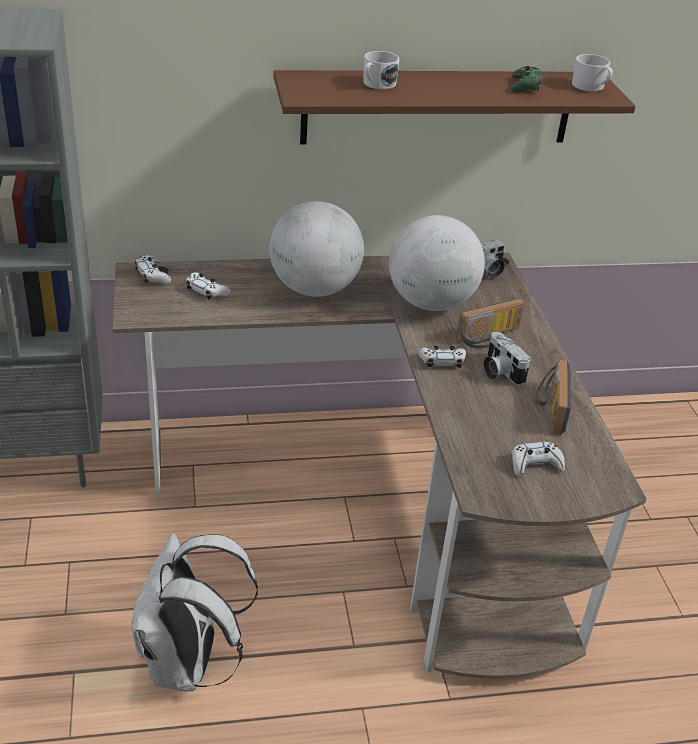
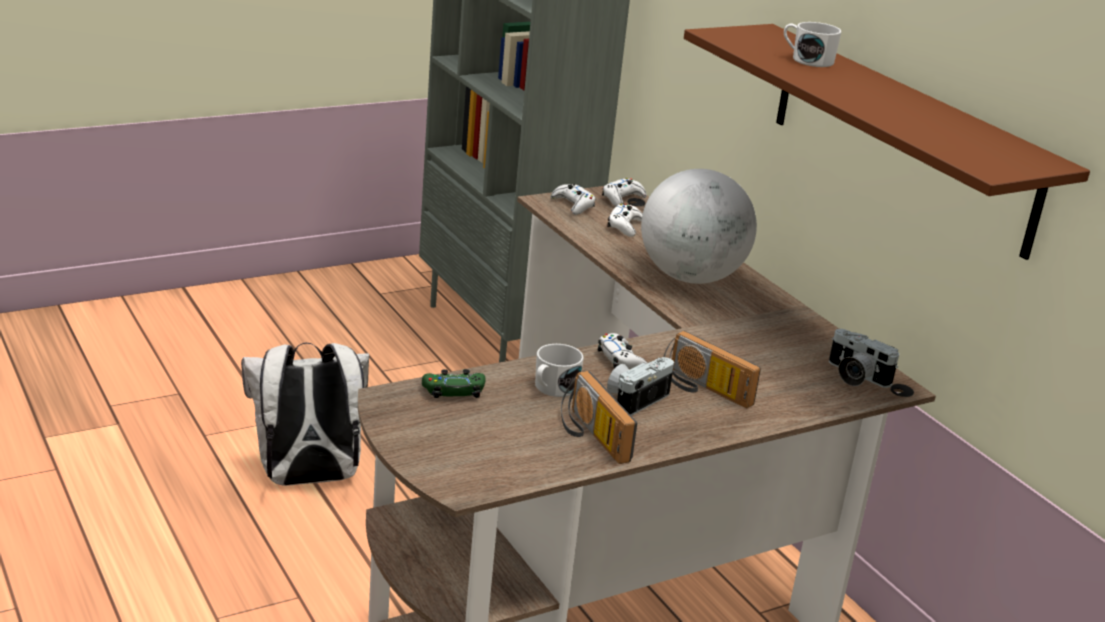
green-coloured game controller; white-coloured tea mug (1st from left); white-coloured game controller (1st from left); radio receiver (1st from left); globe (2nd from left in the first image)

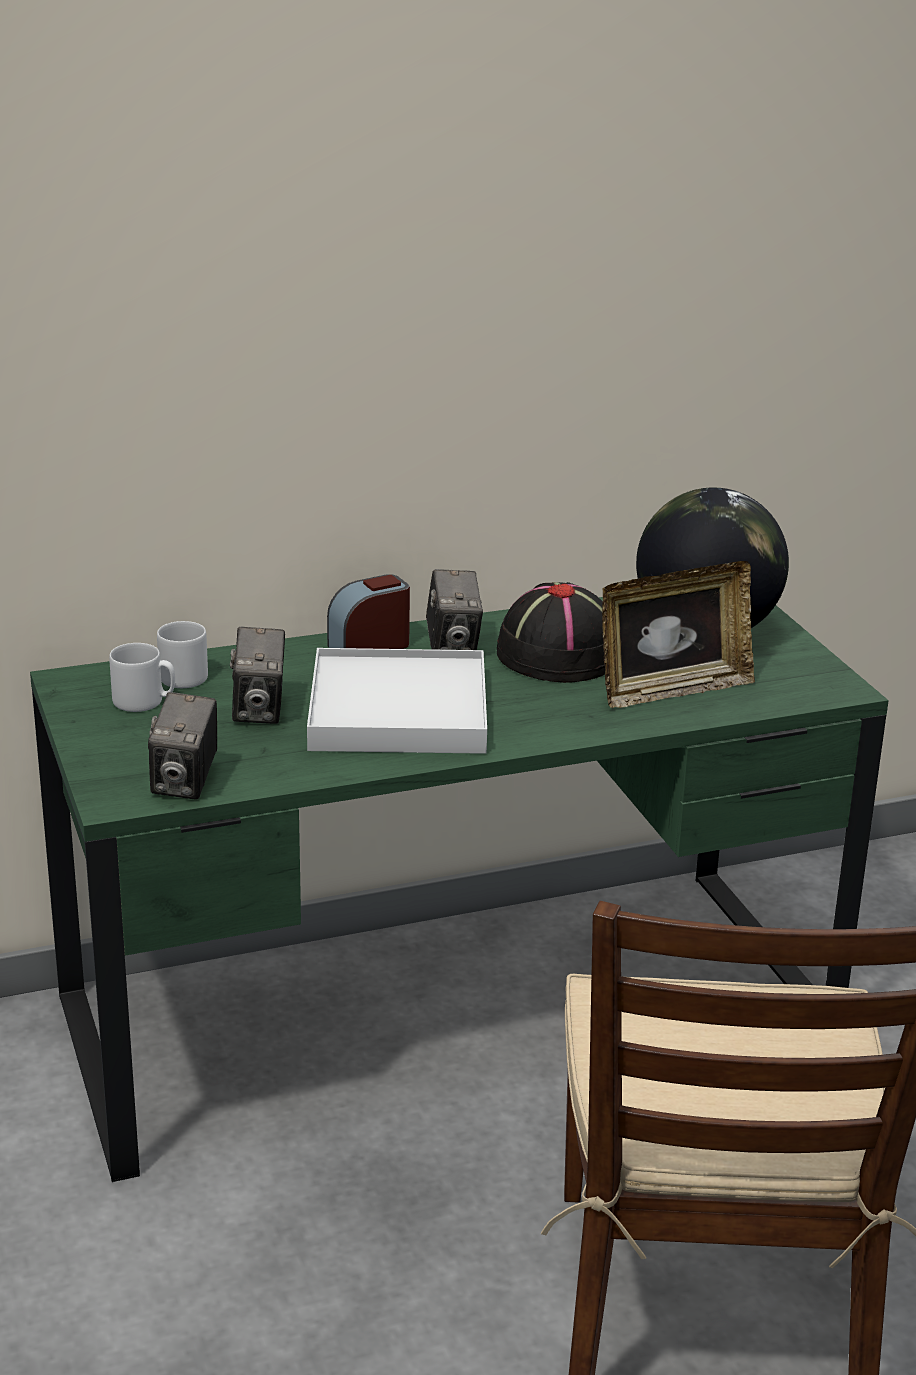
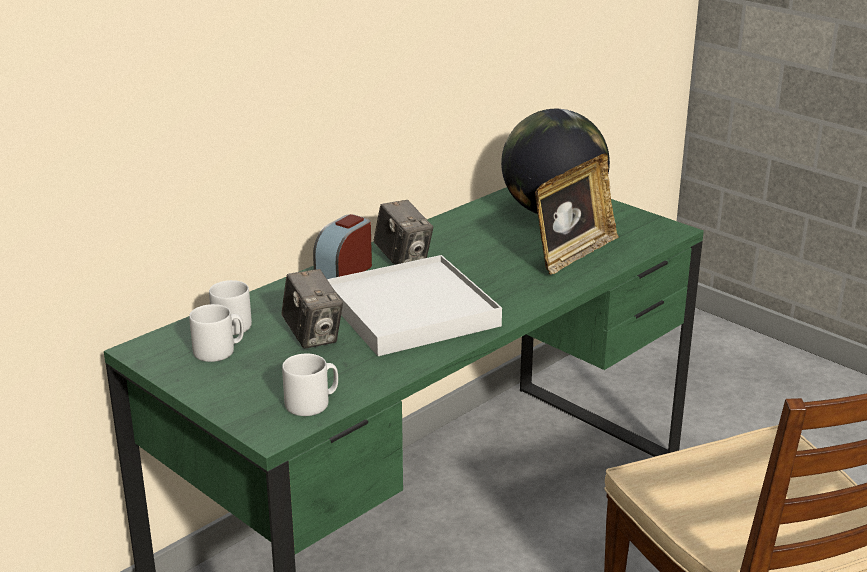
greyish tea mug (3rd from left); blackish hat

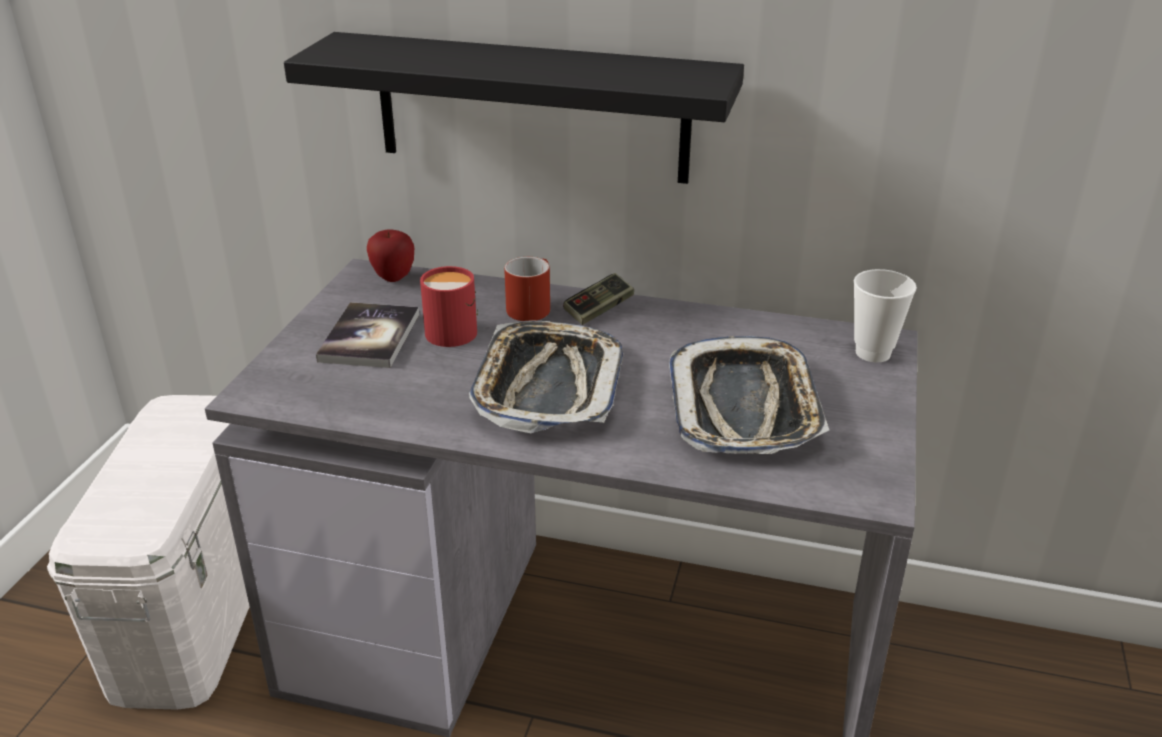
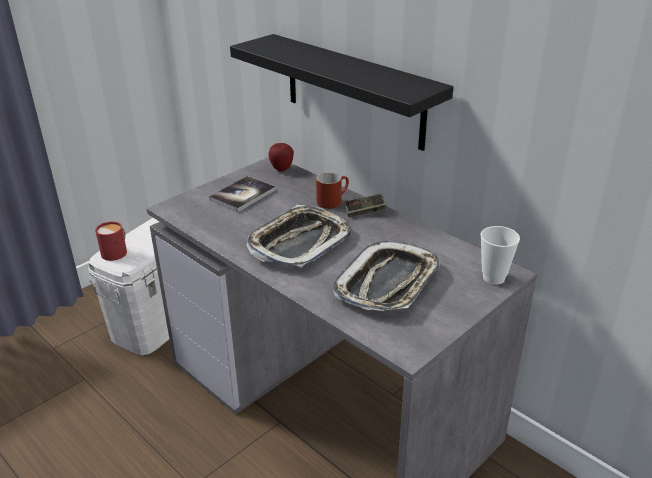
red tea mug (1st from left)

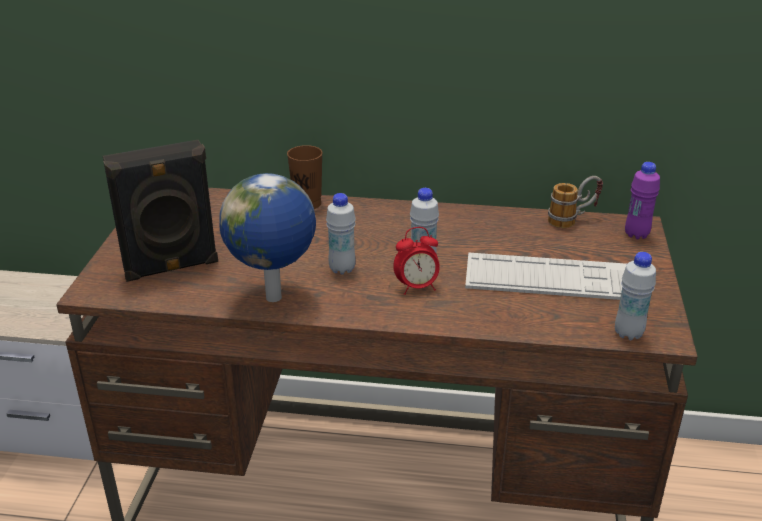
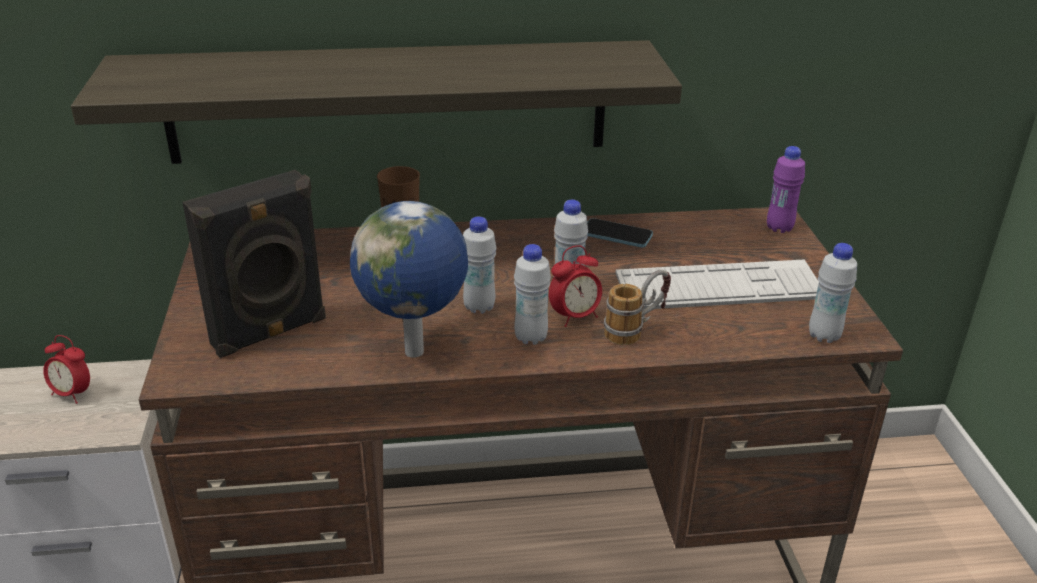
bedside clock (1st from left); bracket shelf; white-coloured bottle (2nd from left); telephone; tea mug

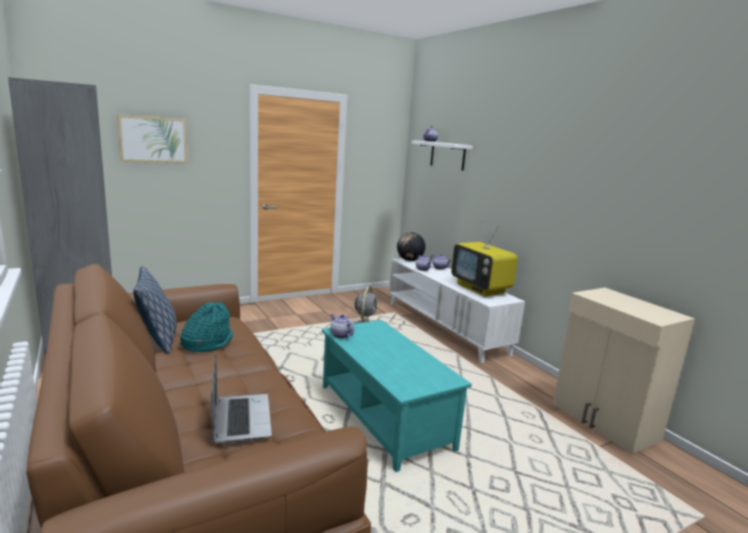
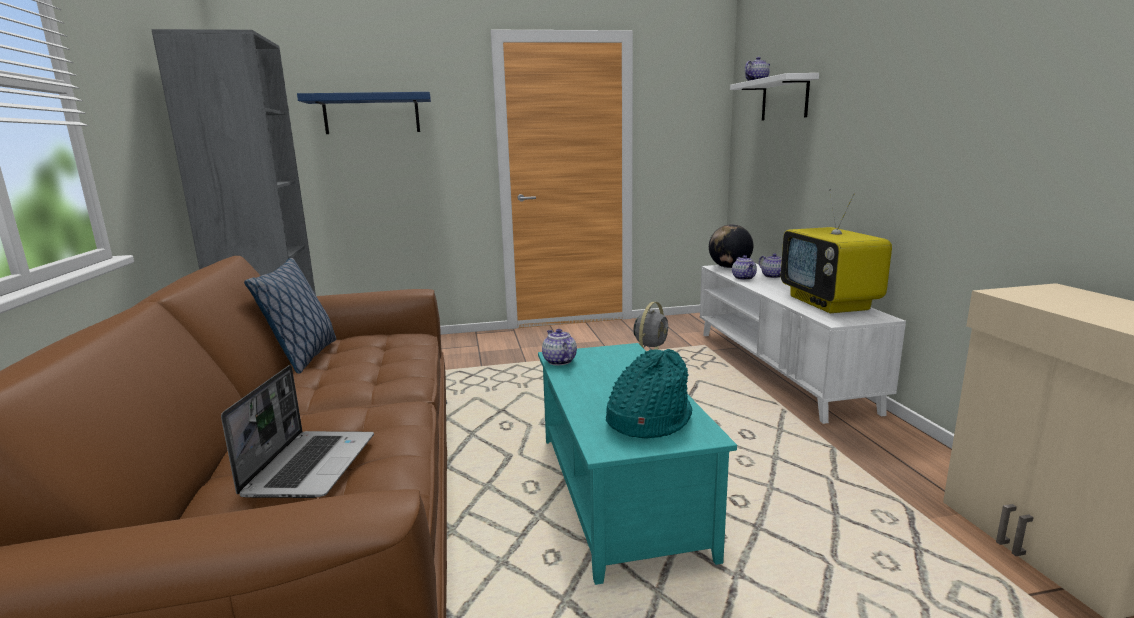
blue-coloured bracket shelf; blue-green hat

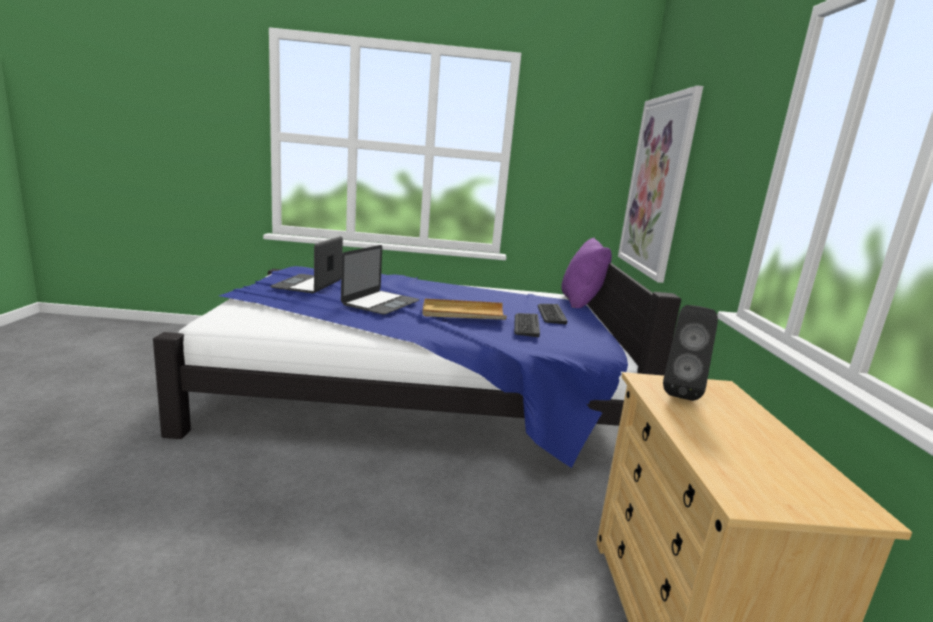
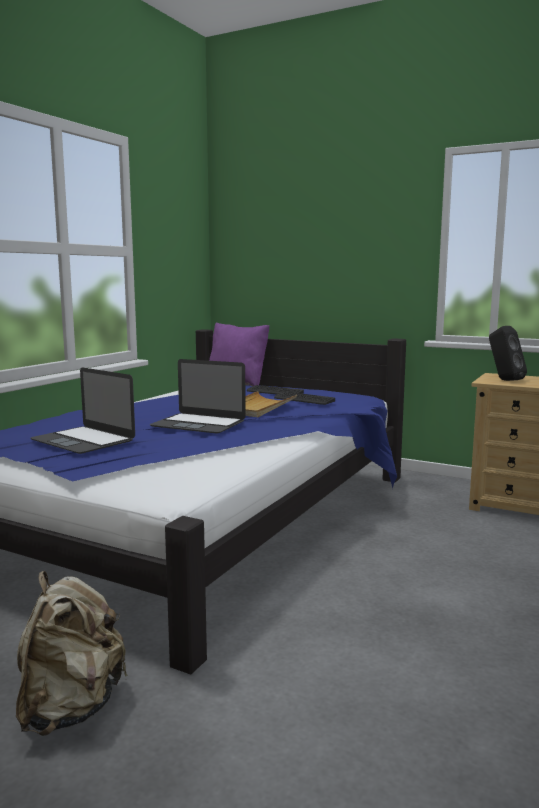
sand-coloured knapsack; laptop (2nd from left); wall art

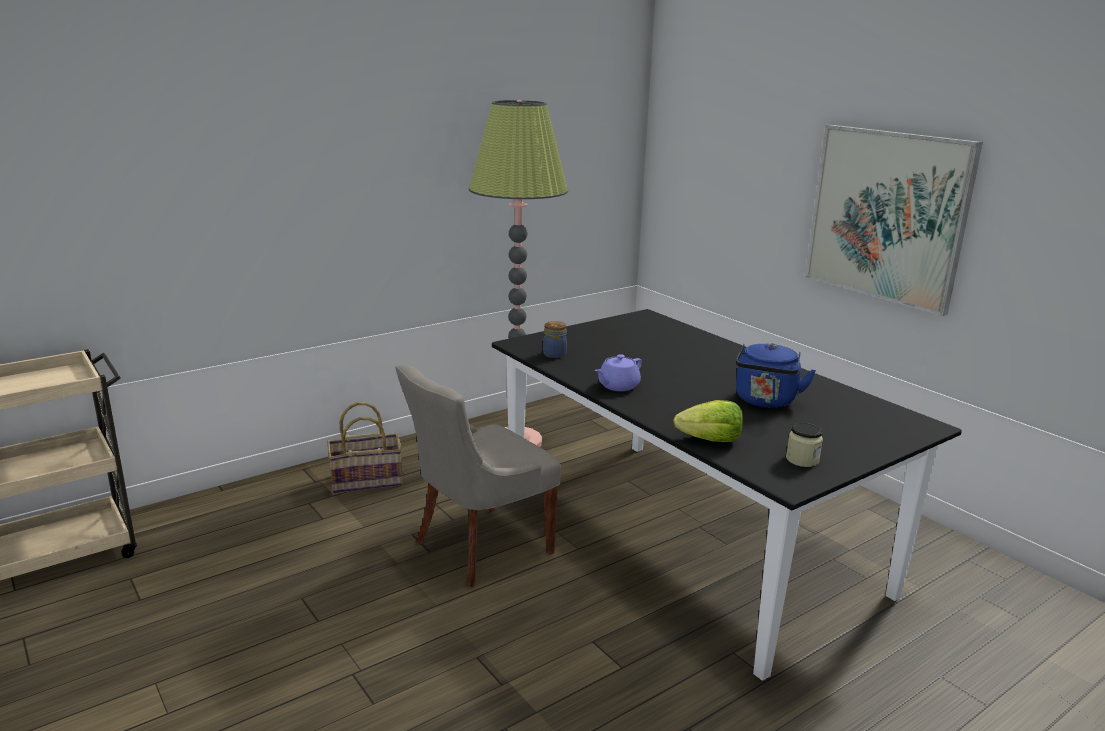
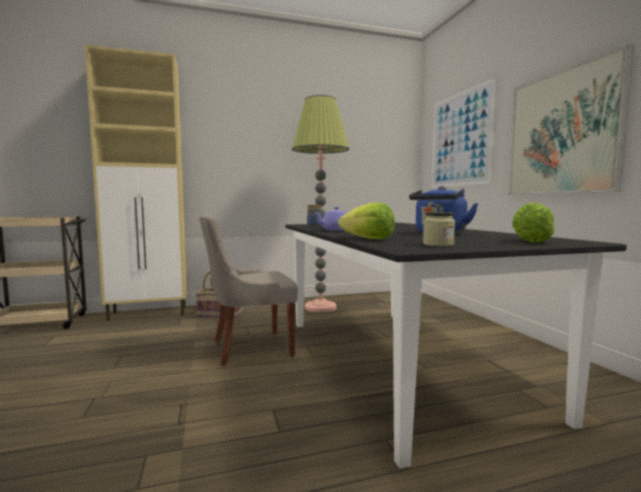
sand-coloured cupboard; wall art (1st from left); lettuce (2nd from left)

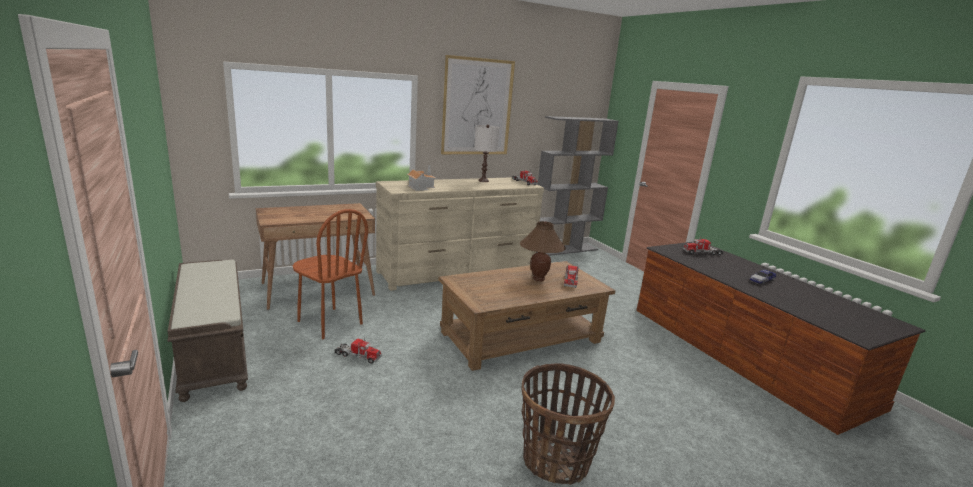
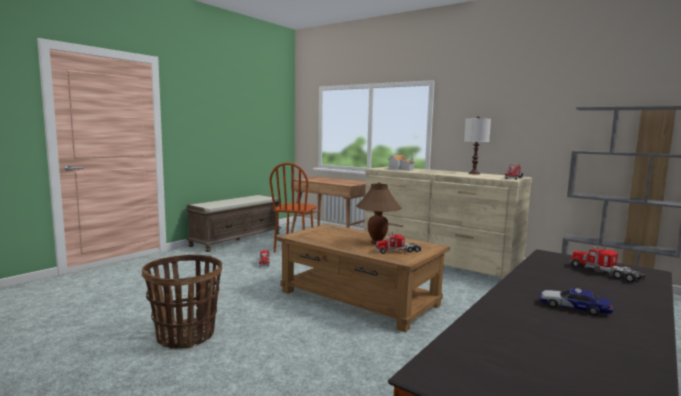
wall art

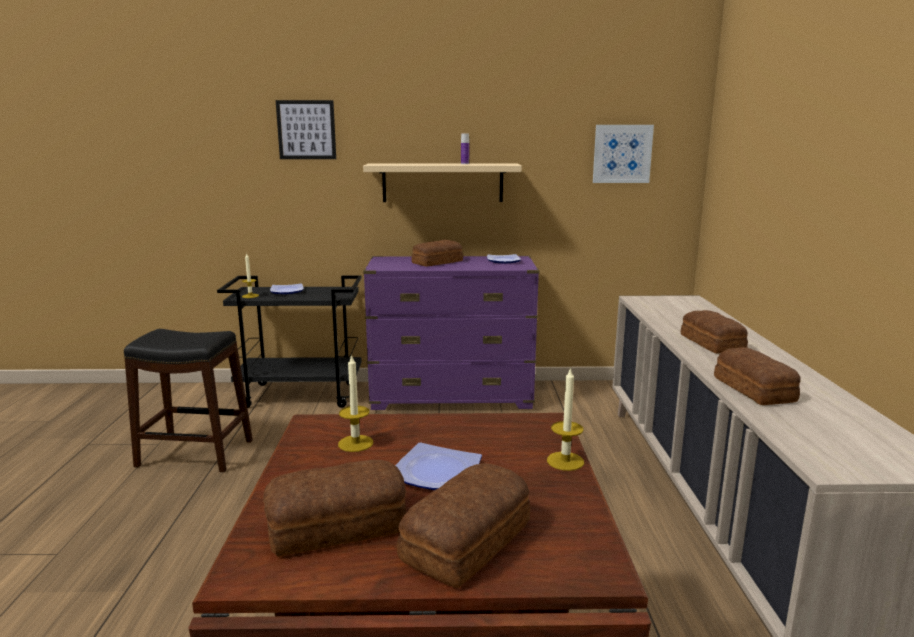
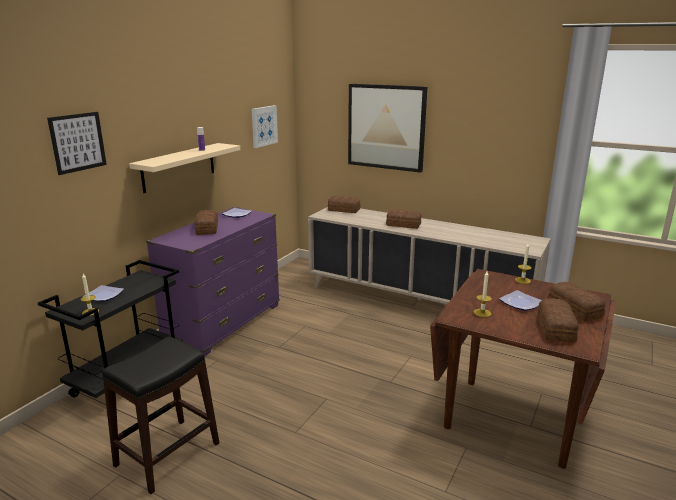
bread (2nd from left); wall art (3rd from left)

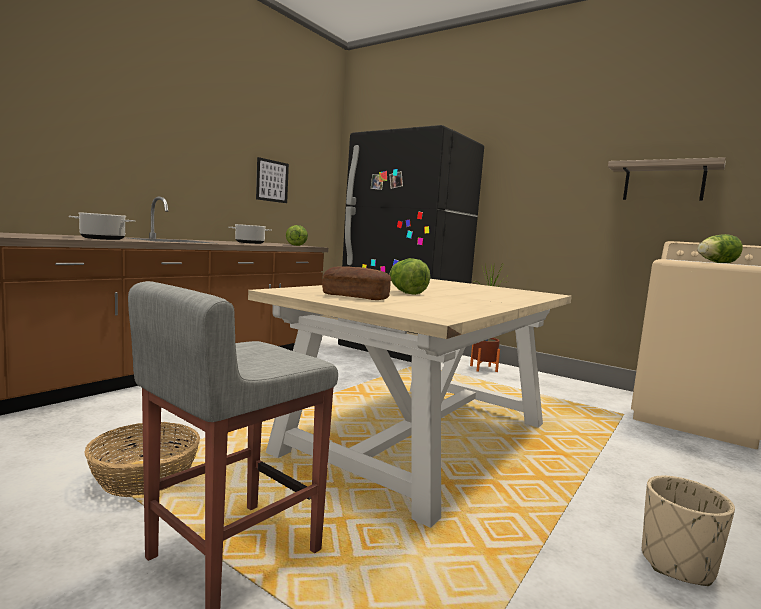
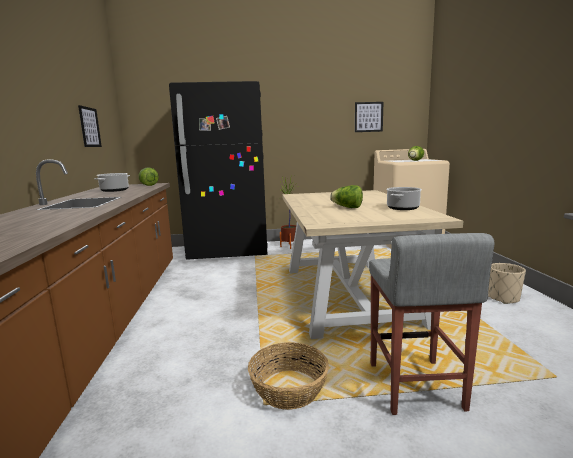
wall art (2nd from left); stockpot (2nd from left); bread

